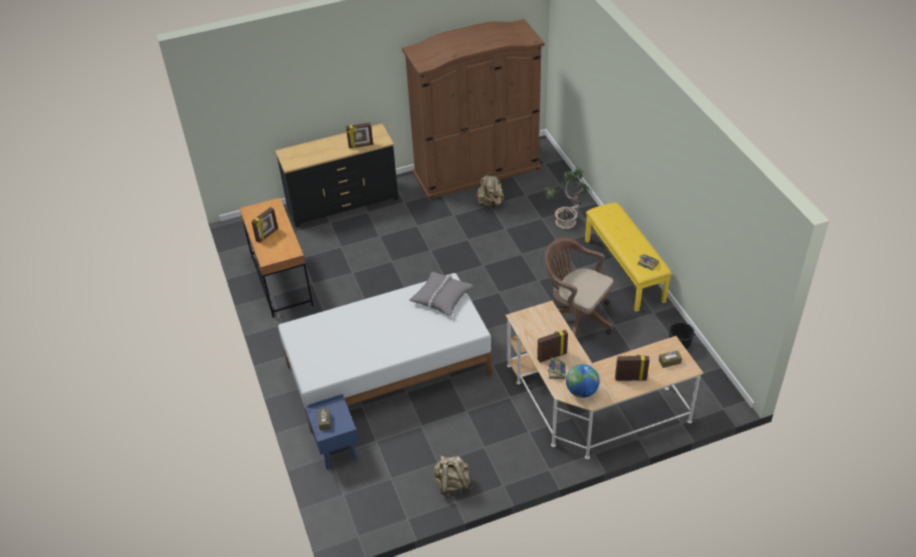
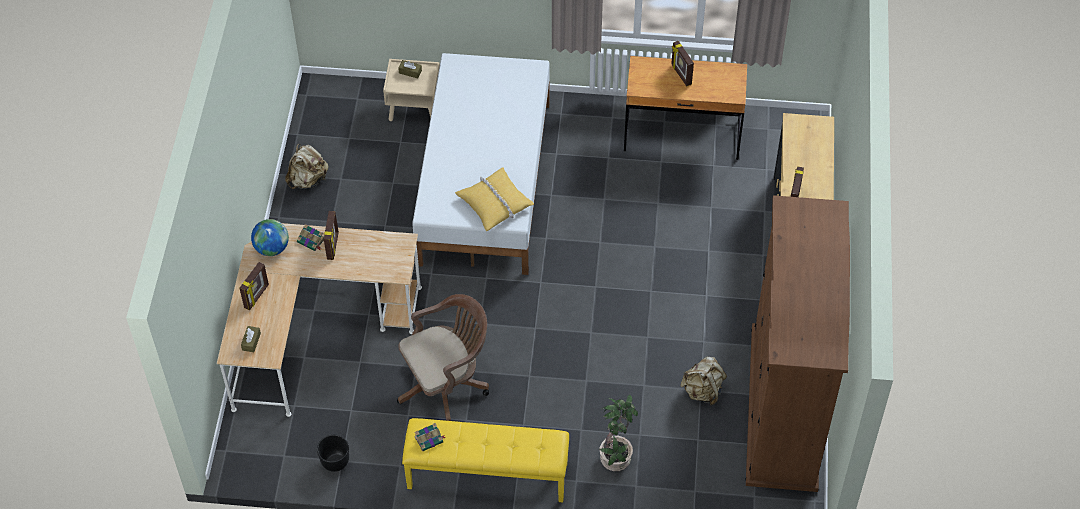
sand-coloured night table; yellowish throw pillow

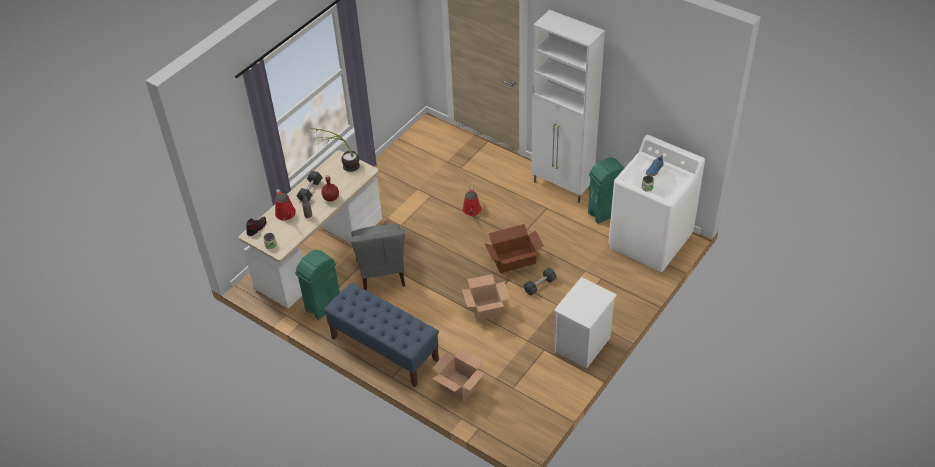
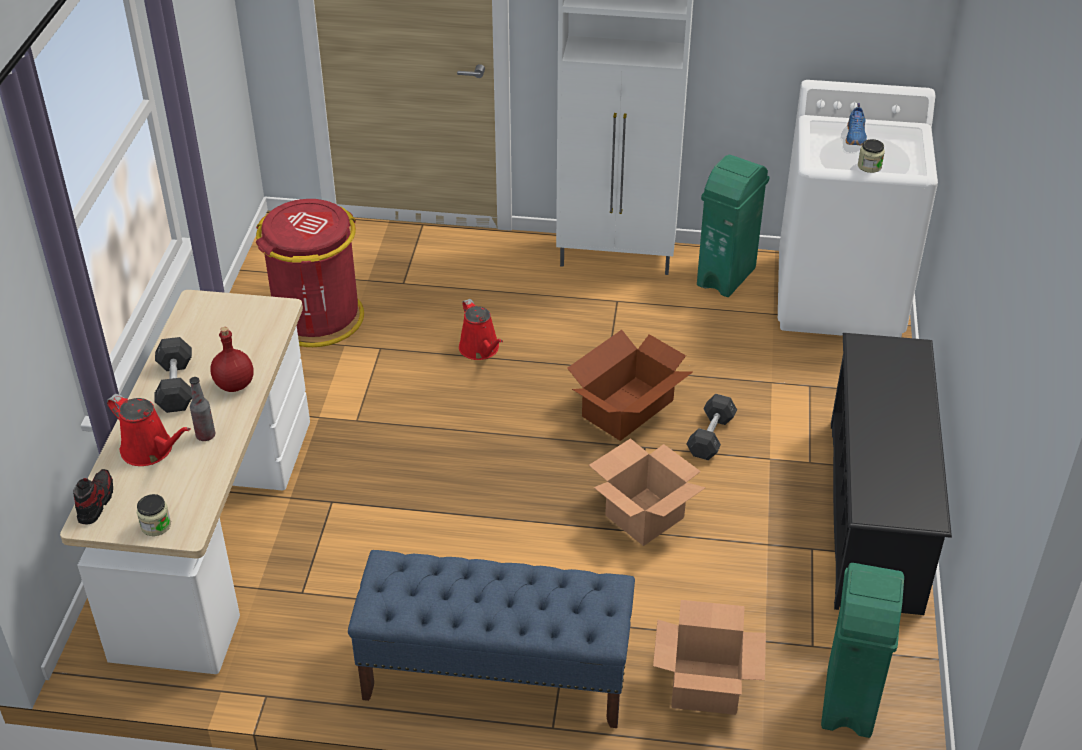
red trash can; green-coloured trash can (2nd from left); blackish shoe shelf; plant in a pot; greyish upright chair

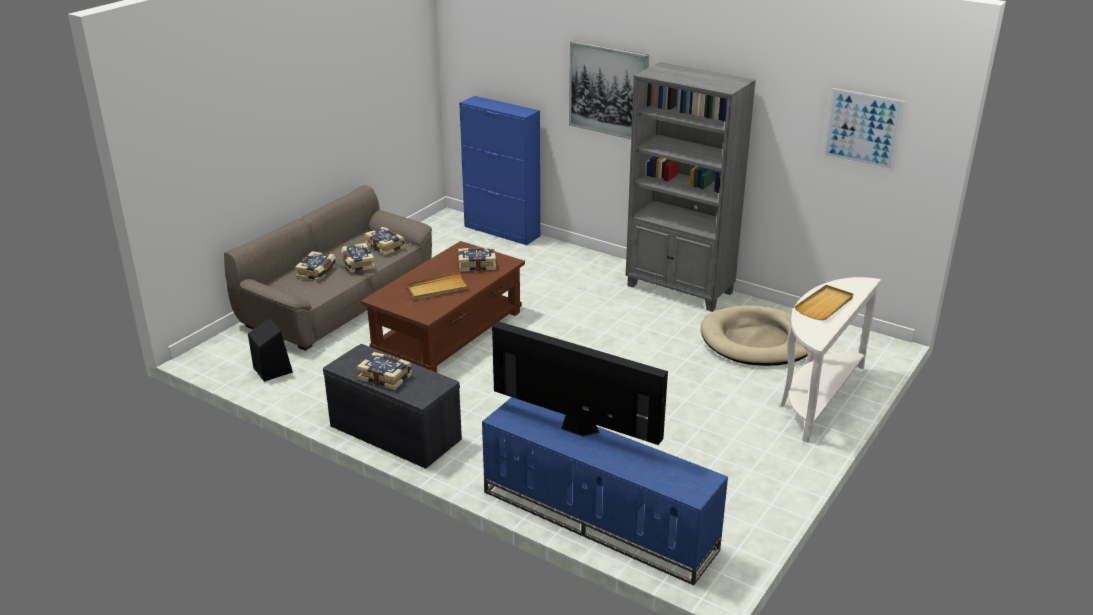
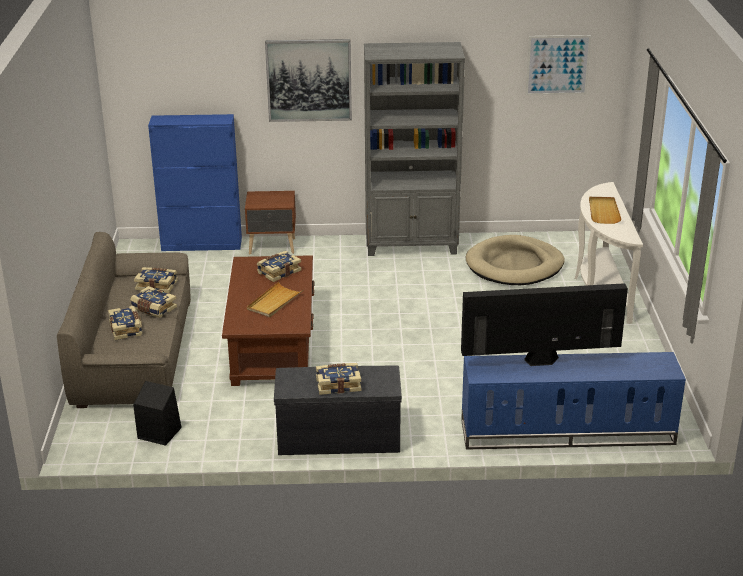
brownish night table

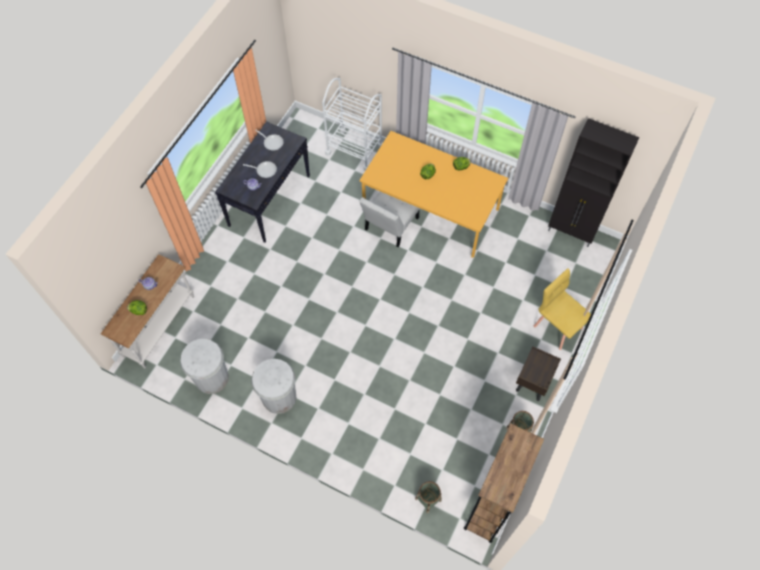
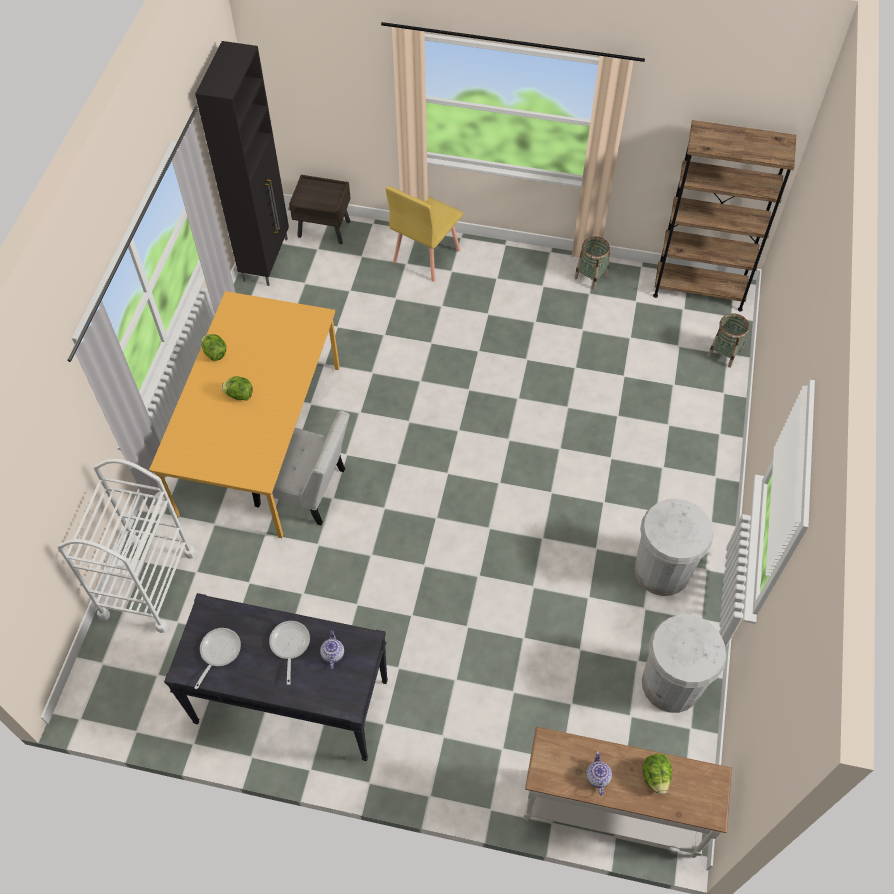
brownish night table

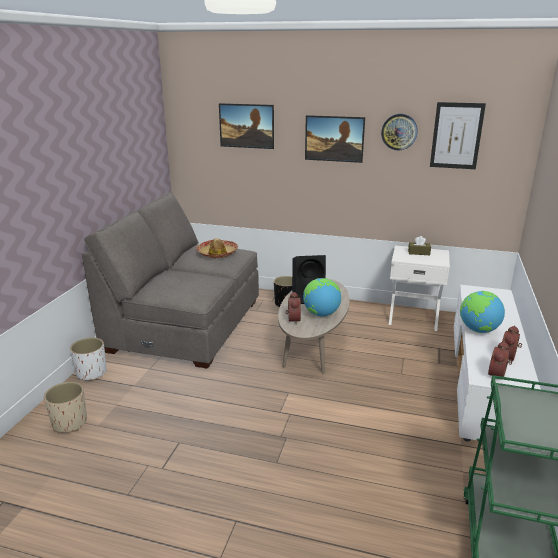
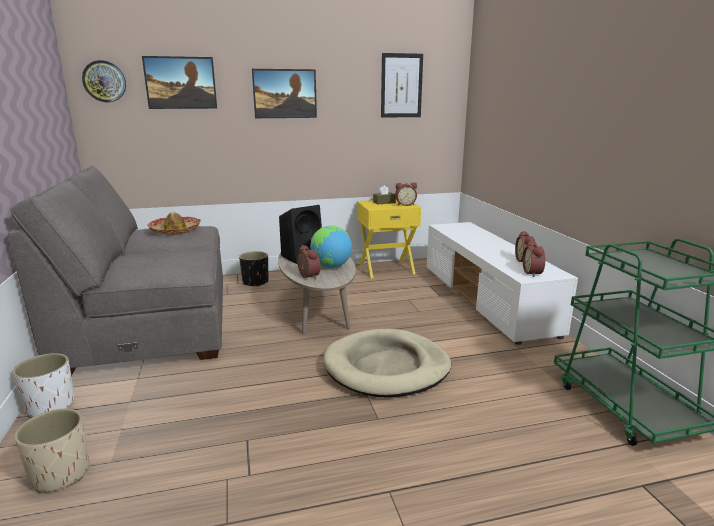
clock on the wall; sand-coloured pet bed; yellowish night table; bedside clock (2nd from left); globe (2nd from left in the first image)

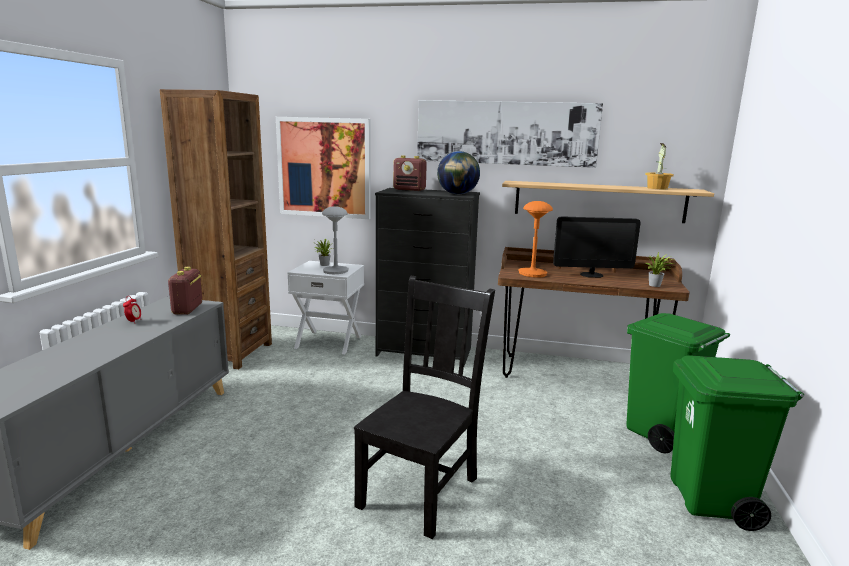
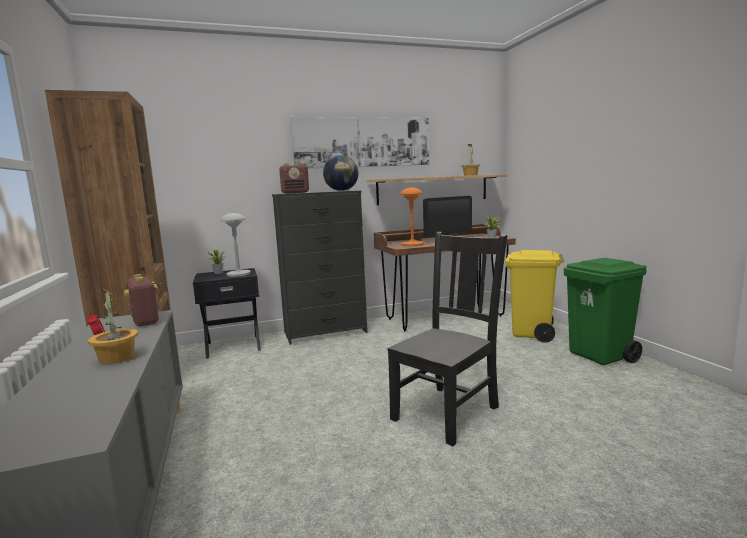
plant in a pot (1st from left); blackish night table; blackish upright chair; yellowish trash can; wall art (1st from left in the first image)

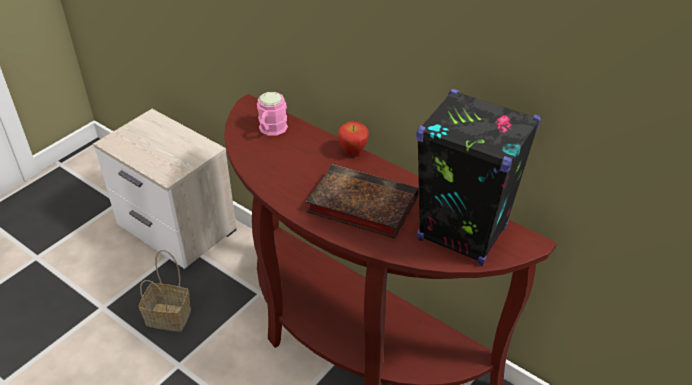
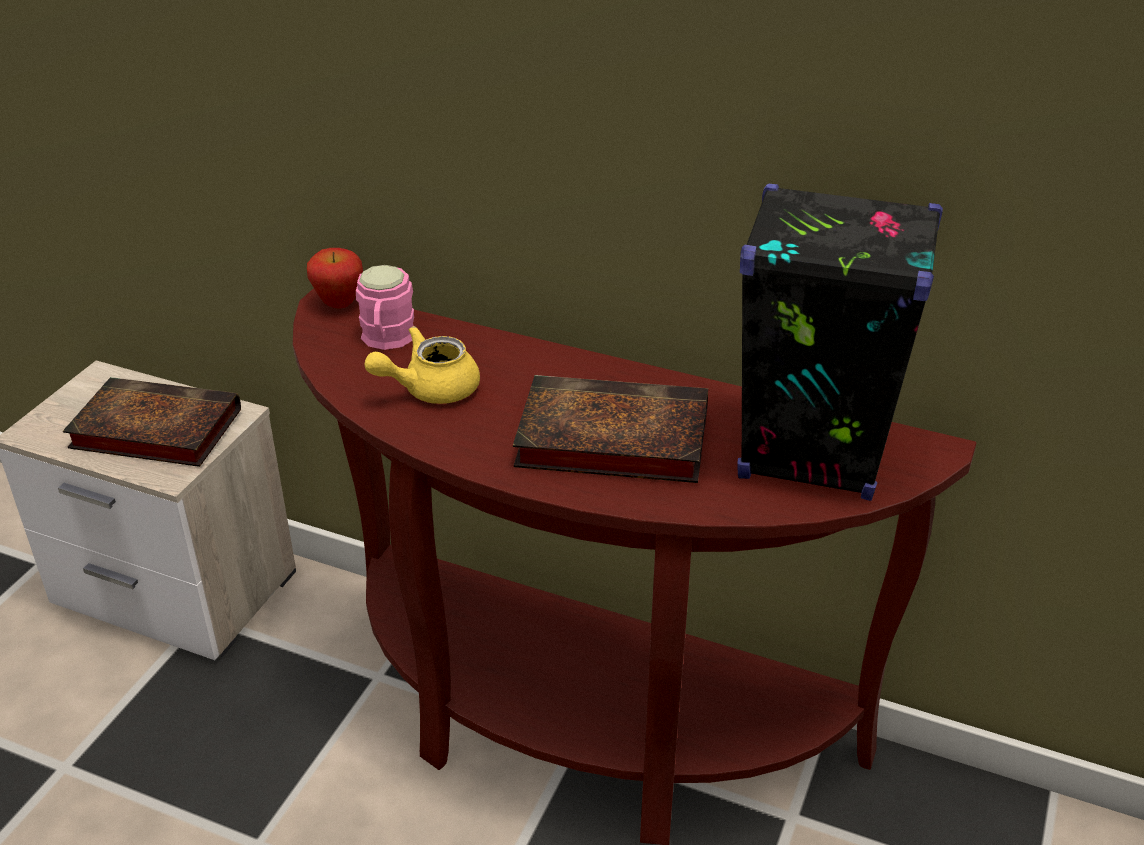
volume (1st from left); apple fruit; yellowish tea pot; basket

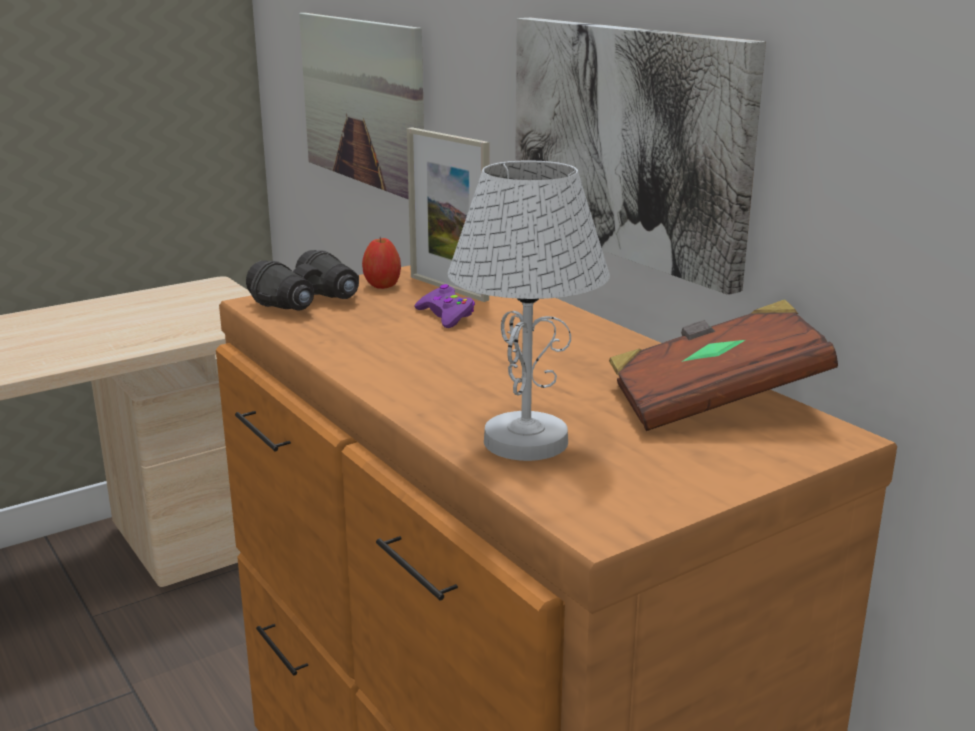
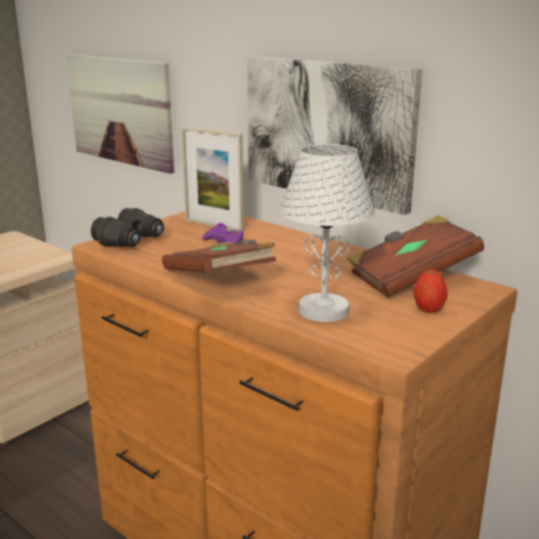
brownish volume (1st from left); apple fruit

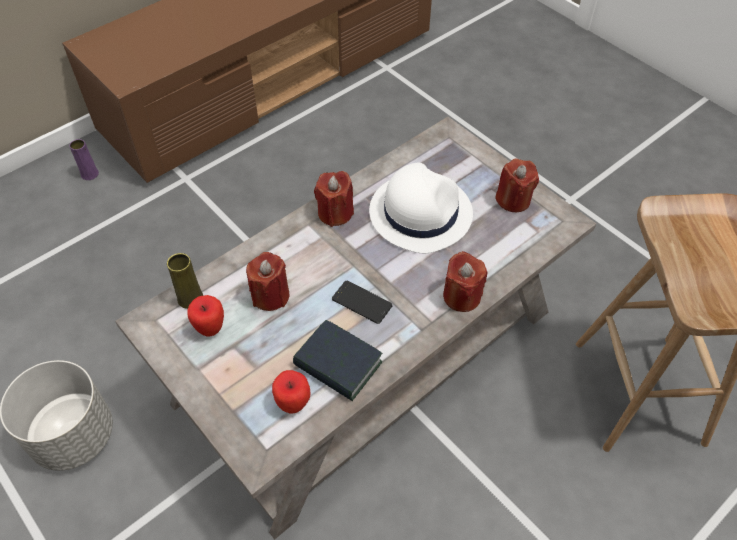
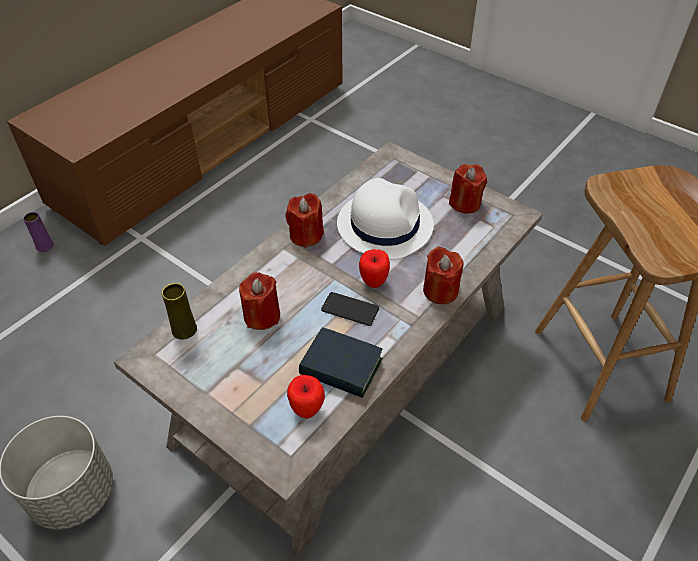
apple fruit (2nd from left)

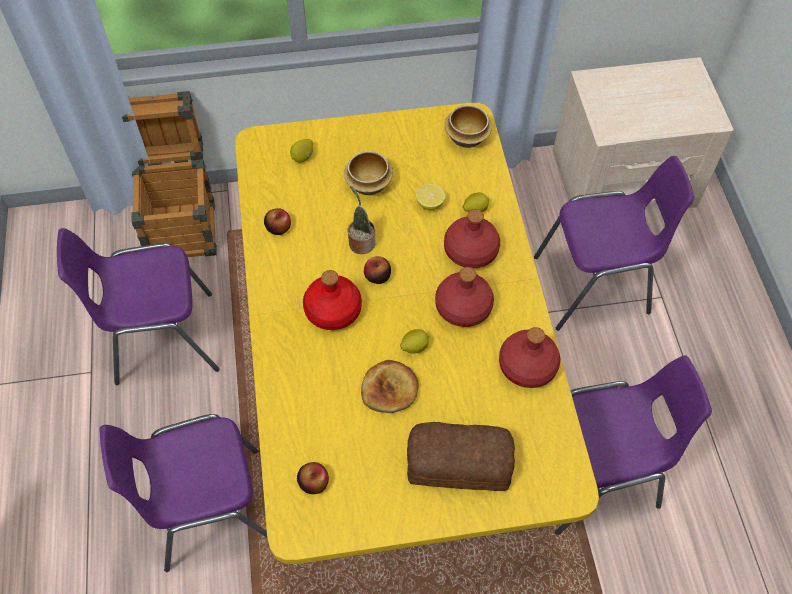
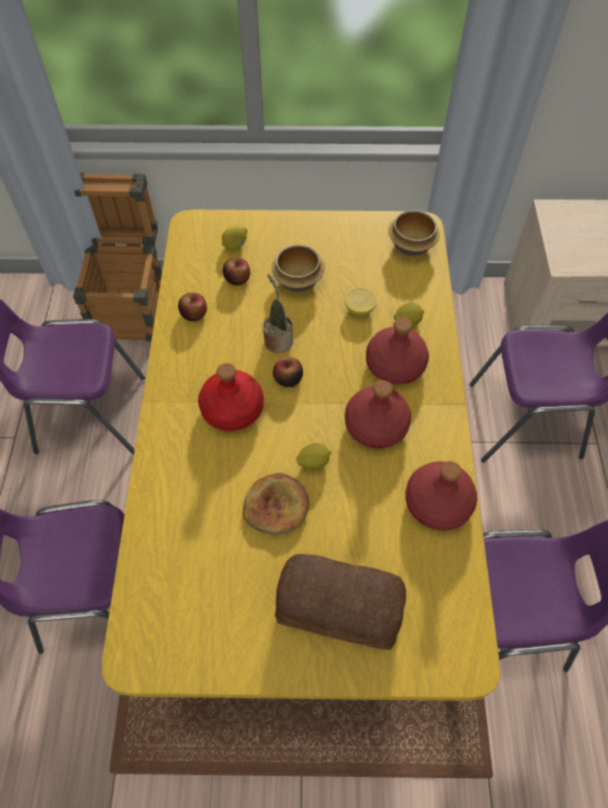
apple fruit (2nd from left)

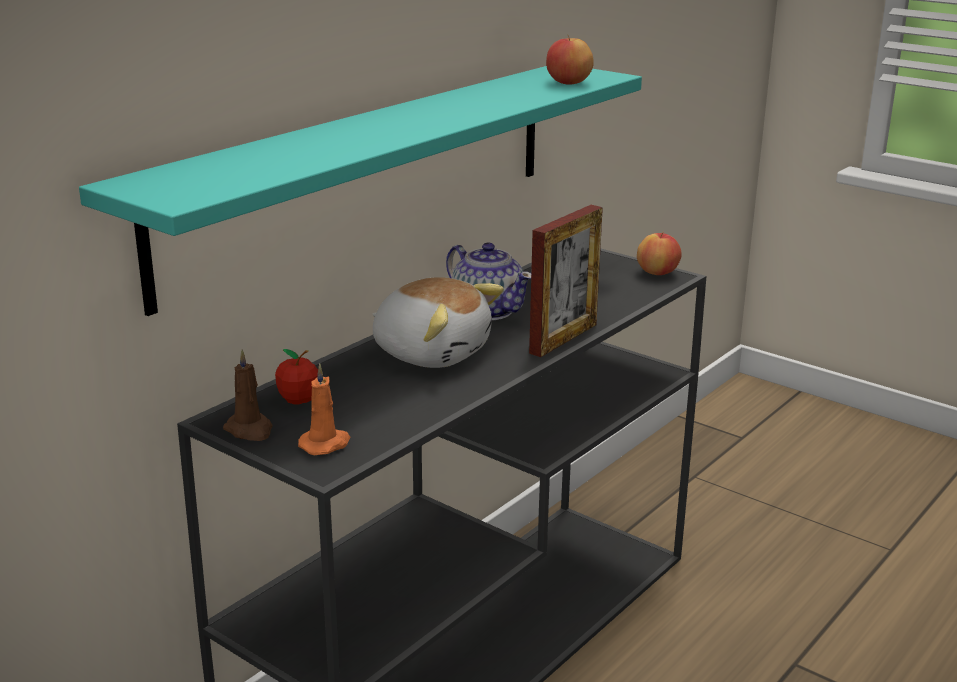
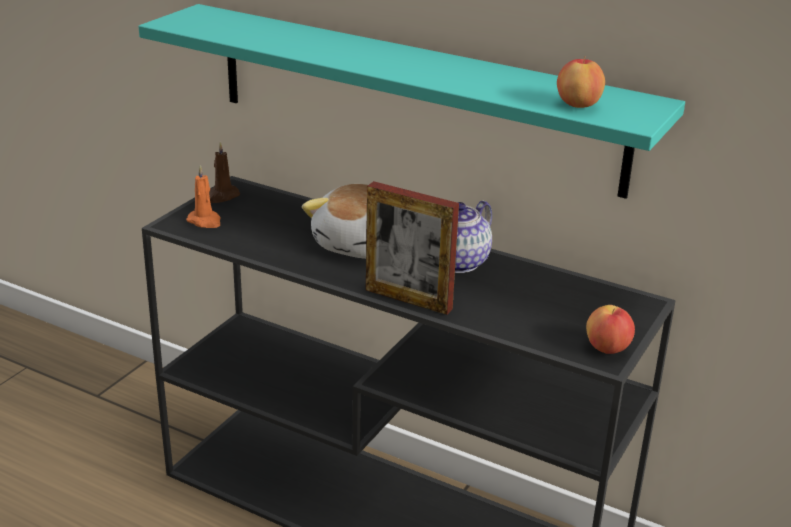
apple fruit (1st from left in the first image)

